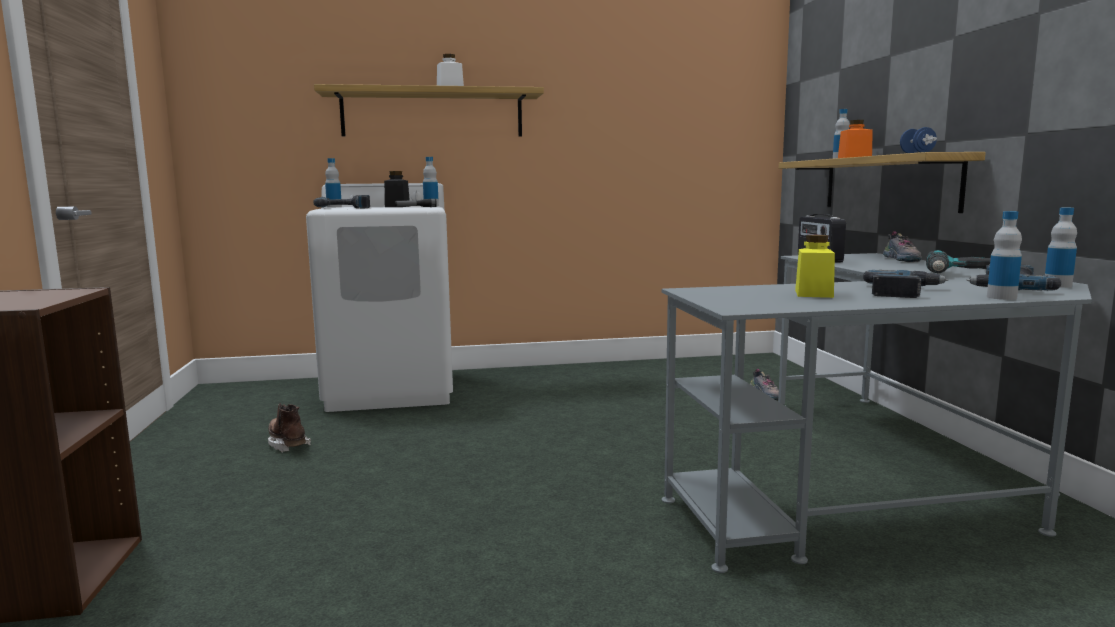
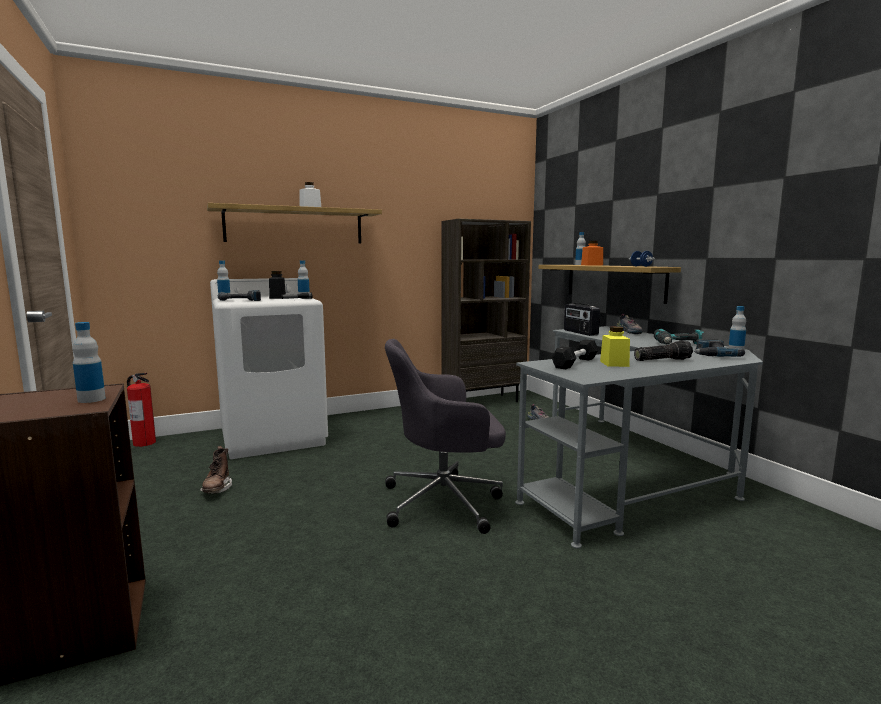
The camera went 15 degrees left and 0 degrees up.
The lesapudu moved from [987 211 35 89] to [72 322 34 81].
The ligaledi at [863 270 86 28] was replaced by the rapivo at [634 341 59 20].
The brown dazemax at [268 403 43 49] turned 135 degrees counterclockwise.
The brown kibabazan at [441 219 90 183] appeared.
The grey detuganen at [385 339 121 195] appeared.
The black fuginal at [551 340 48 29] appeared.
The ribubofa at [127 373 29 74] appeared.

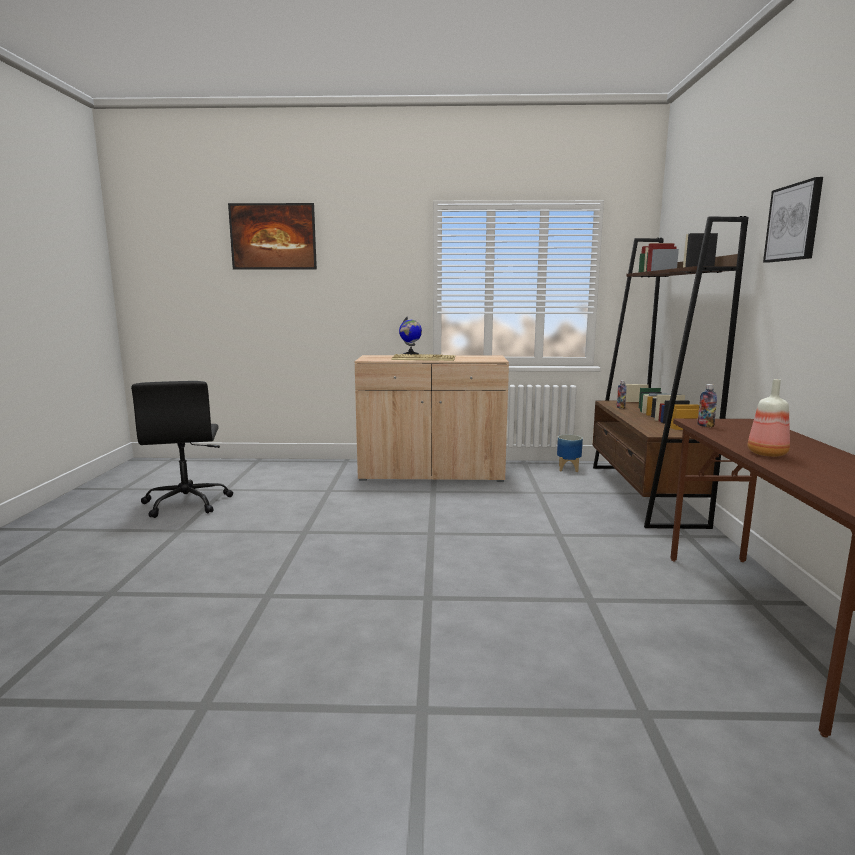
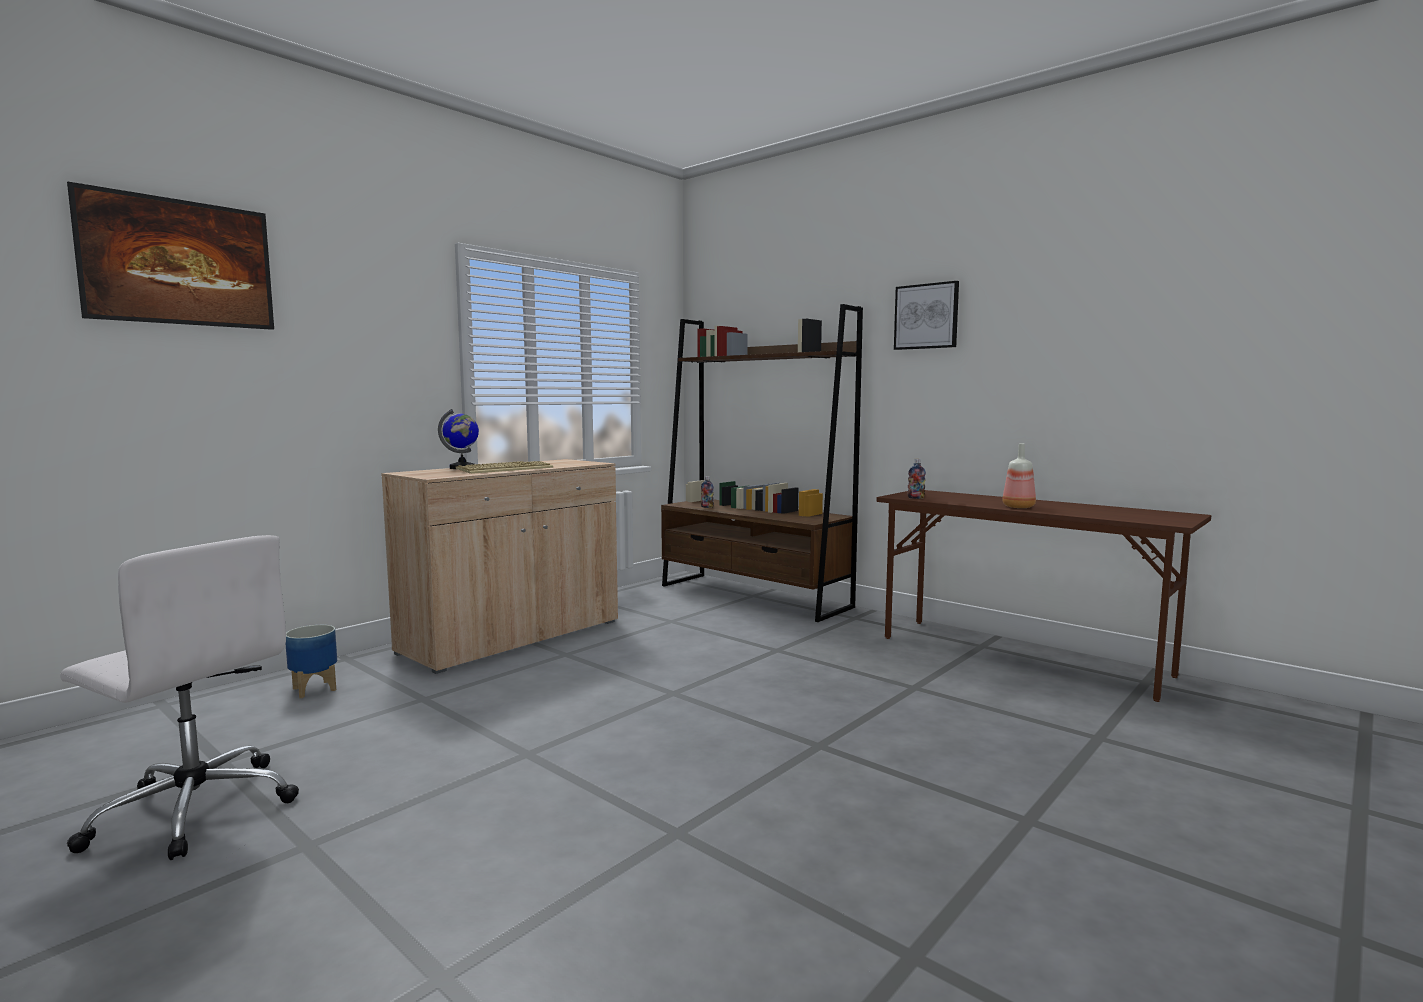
The camera went 50 degrees left and 5 degrees down.
The black detuganen at [131 381 102 137] became the white detuganen at [60 535 239 325].
The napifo moved from [557 435 26 37] to [286 625 51 73].

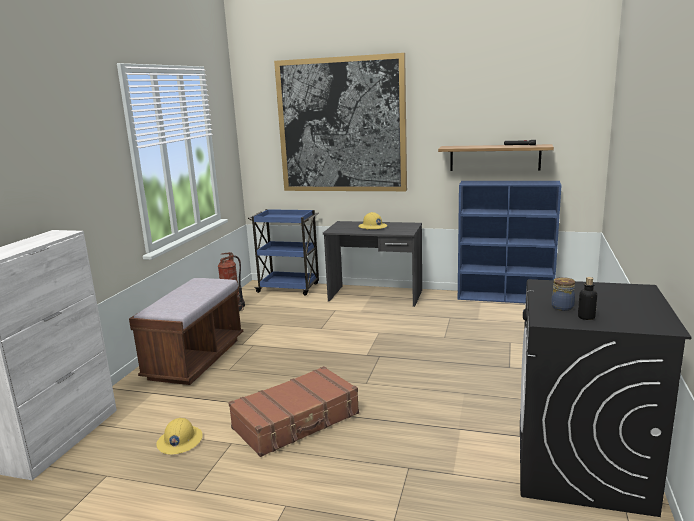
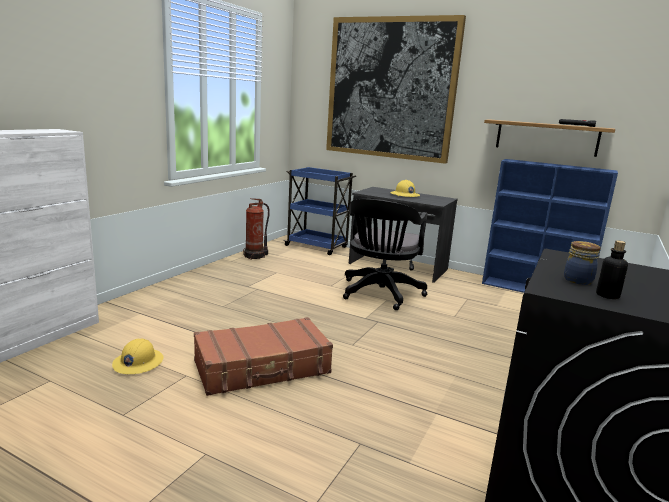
The camera went 10 degrees right and 0 degrees up.
The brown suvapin at [129 278 114 107] disappeared.
The black detuganen at [343 199 84 111] appeared.

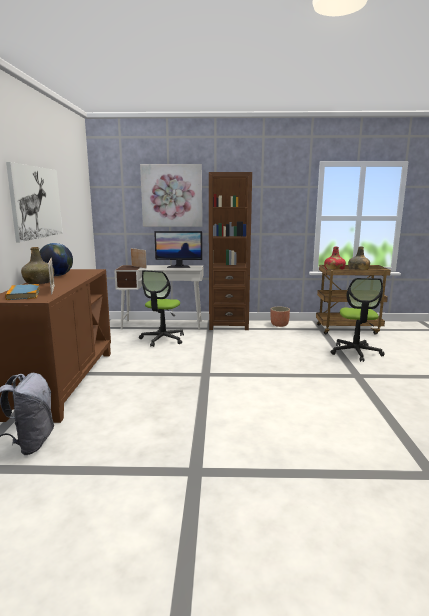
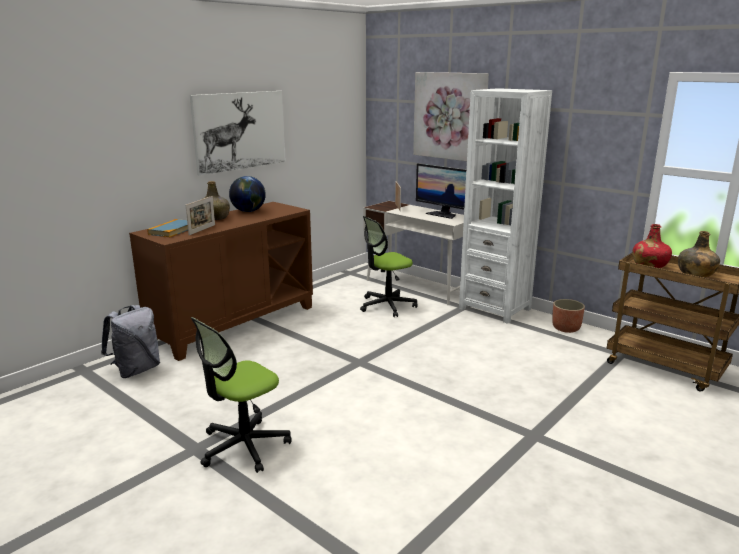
The camera went 40 degrees right and 5 degrees up.
The brown kibabazan at [209 172 43 158] became the white kibabazan at [459 88 93 236].
The detuganen moved from [331 278 54 84] to [191 317 101 156].

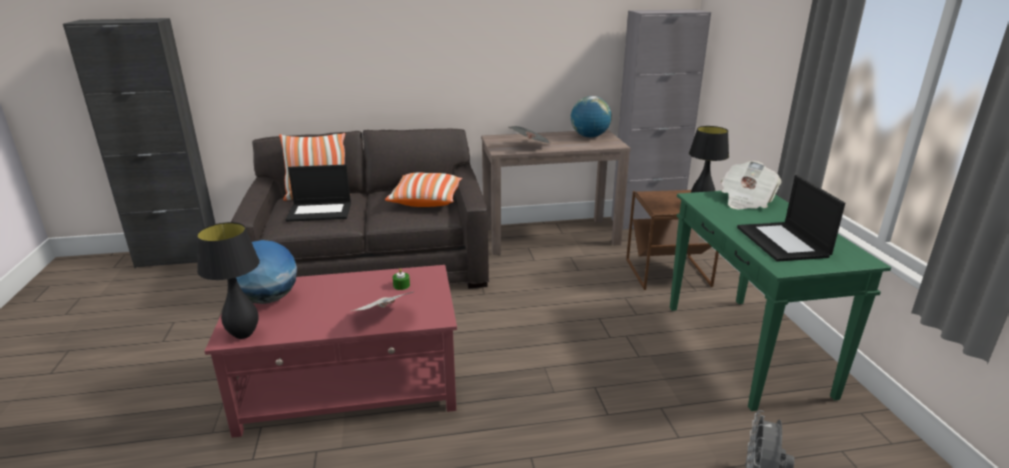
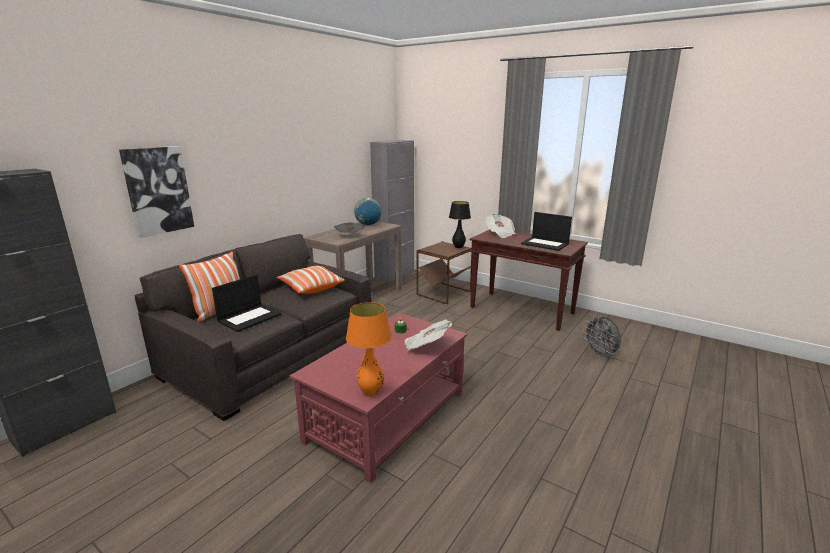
The camera went 45 degrees left and 5 degrees down.
The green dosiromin at [670 191 221 220] became the brown dosiromin at [470 229 118 102].
The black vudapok at [197 222 63 117] became the orange vudapok at [346 302 46 94].
The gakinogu at [236 240 61 64] disappeared.
The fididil at [119 146 75 92] appeared.

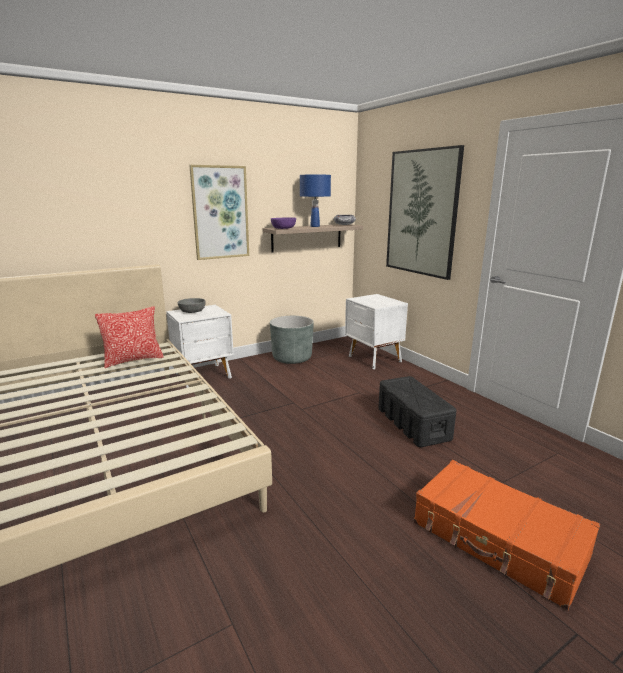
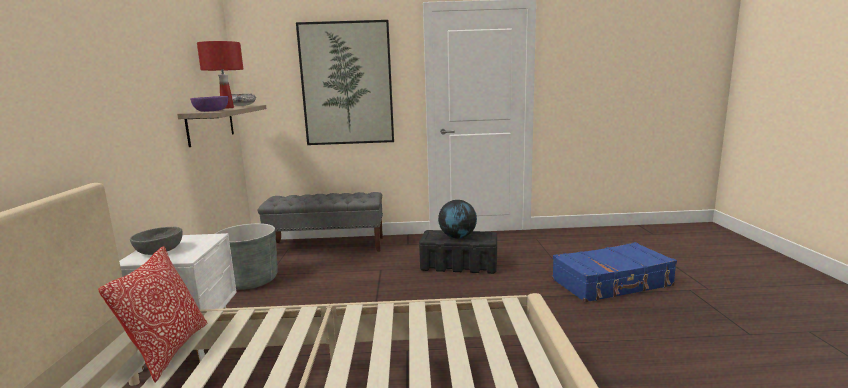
The camera went 60 degrees left and 5 degrees down.
The fididil at [189 165 60 95] disappeared.
The blue vudapok at [300 175 31 52] became the red vudapok at [197 41 46 68].
The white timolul at [345 294 63 75] was replaced by the grey suvapin at [258 192 125 60].
The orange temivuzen at [414 460 186 151] became the blue temivuzen at [552 242 125 60].
The gakinogu at [438 200 39 39] appeared.

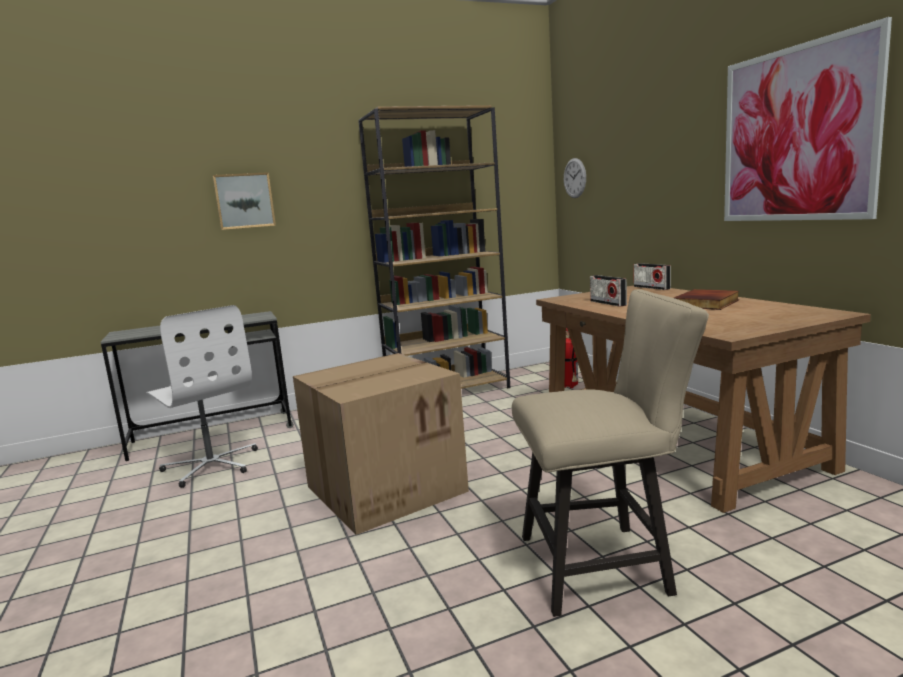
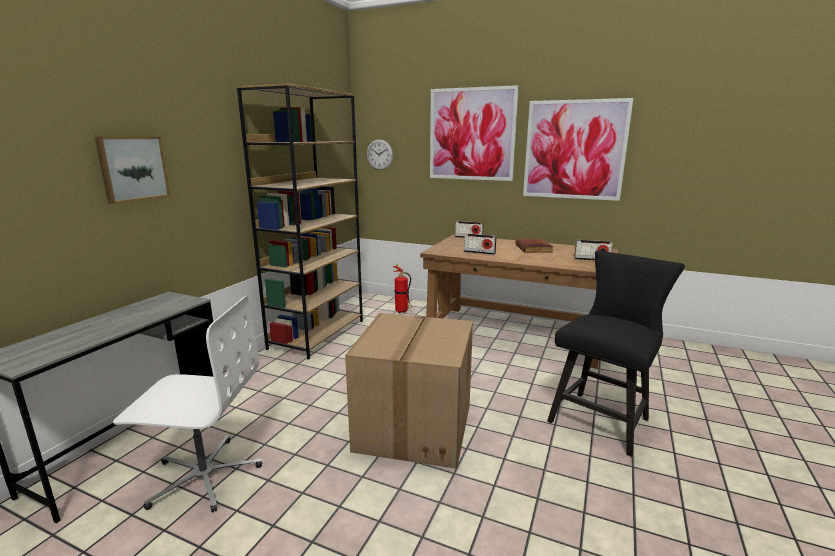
The camera went 45 degrees left and 5 degrees up.
The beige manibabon at [512 289 197 328] became the black manibabon at [547 250 138 207].
The fididil at [430 85 89 96] appeared.
The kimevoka at [574 240 39 21] appeared.

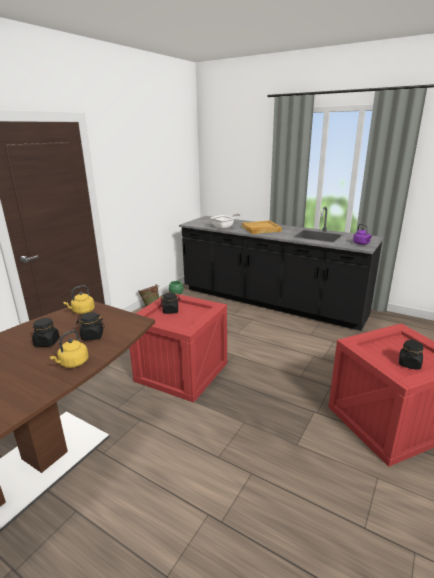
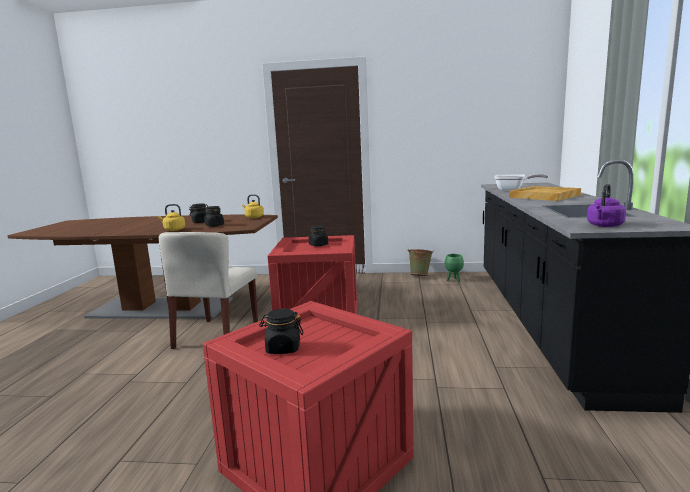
The camera went 65 degrees right and 10 degrees down.
The beige manibabon at [159 232 99 117] appeared.

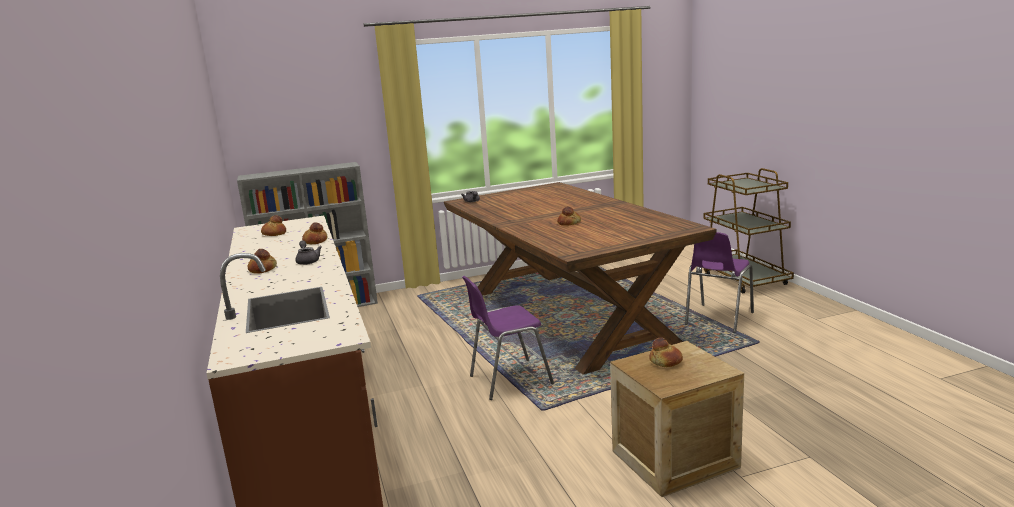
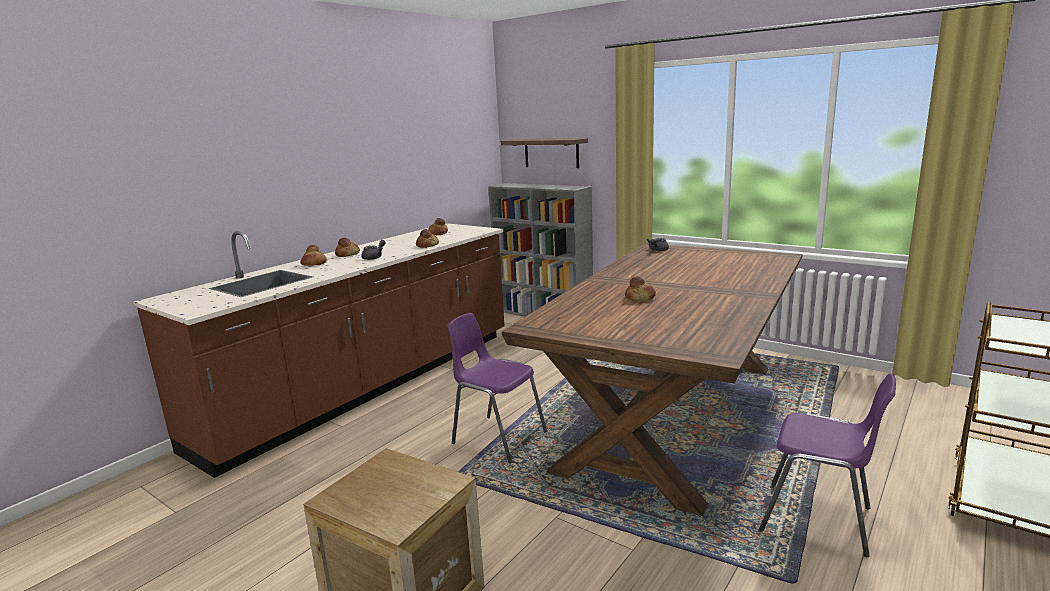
The camera went 55 degrees right and 0 degrees up.
The purple manibabon at [685 232 69 101] turned 150 degrees counterclockwise.
The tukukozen moved from [649 337 34 30] to [300 245 27 21].
The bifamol at [501 138 87 30] appeared.

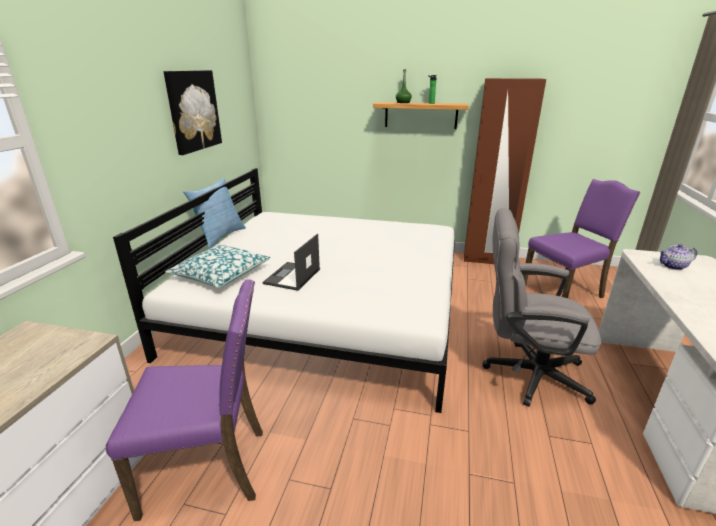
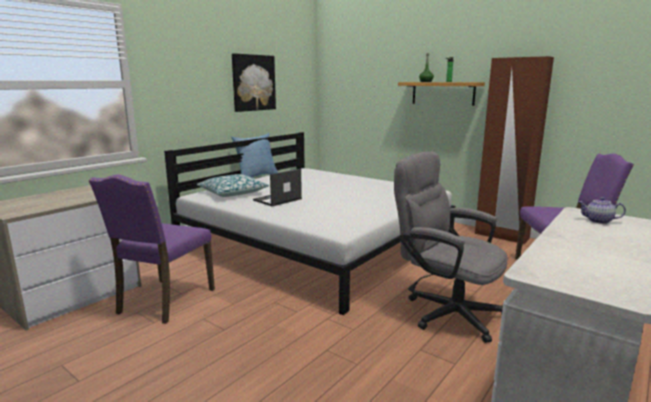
The camera went 25 degrees right and 10 degrees down.
The purple manibabon at [106 279 157 242] turned 90 degrees clockwise.

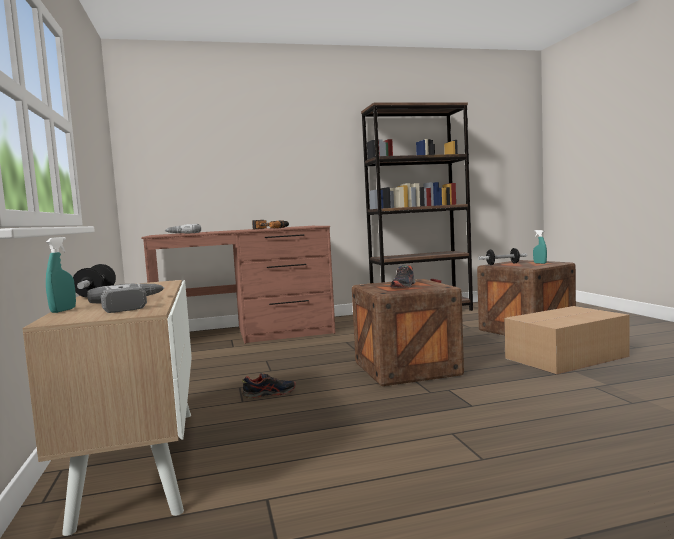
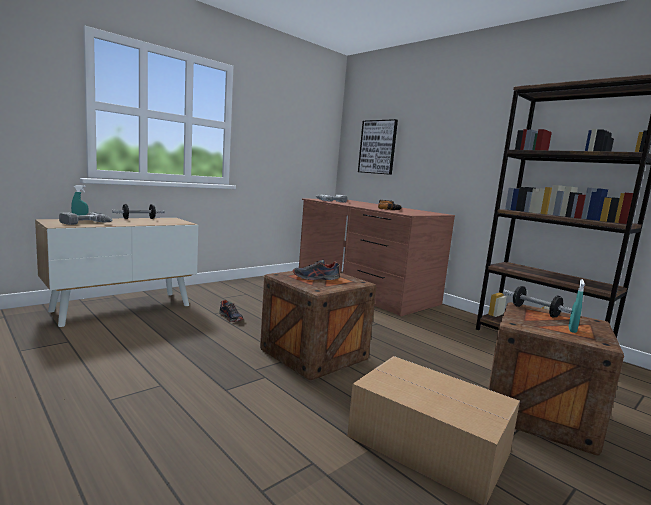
The camera went 60 degrees right and 5 degrees up.
The fididil at [358 119 40 56] appeared.

